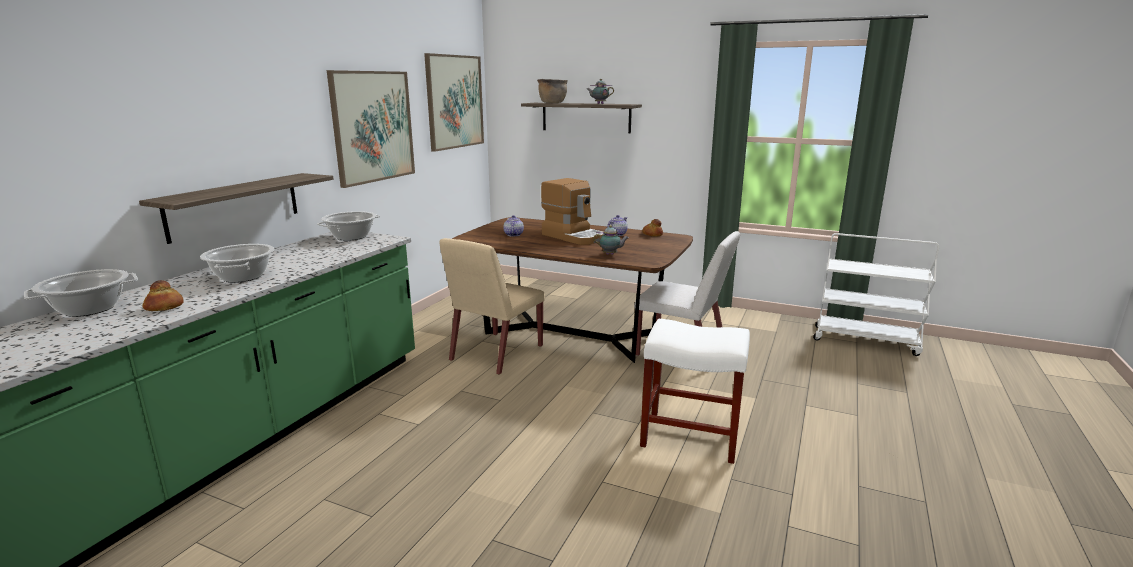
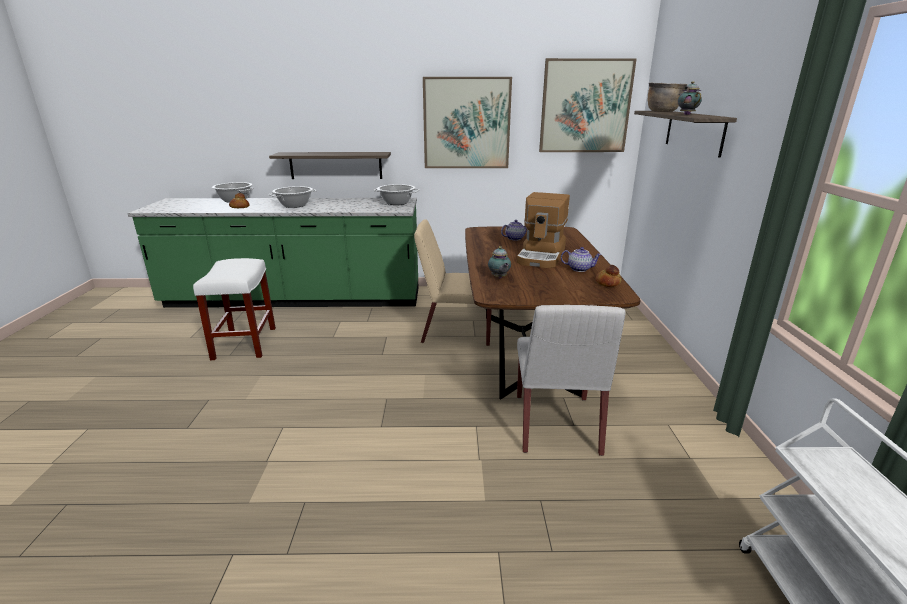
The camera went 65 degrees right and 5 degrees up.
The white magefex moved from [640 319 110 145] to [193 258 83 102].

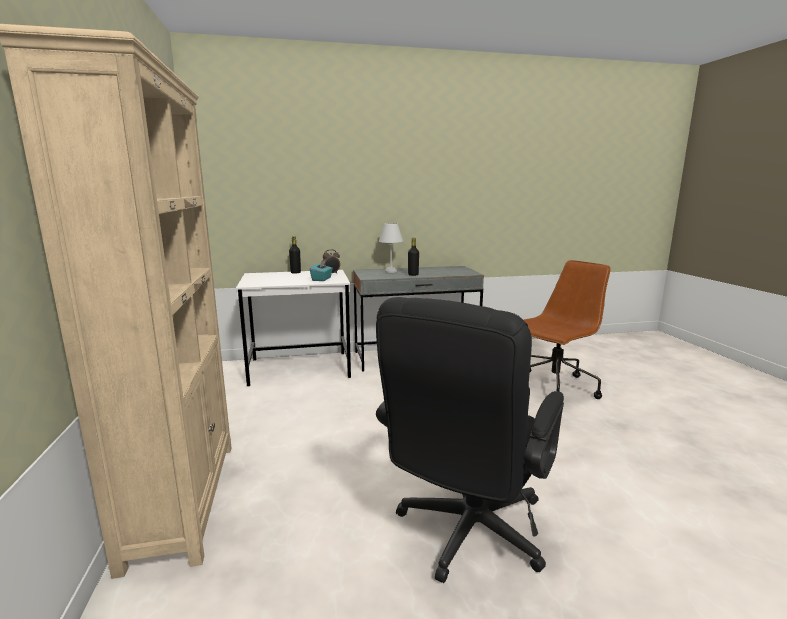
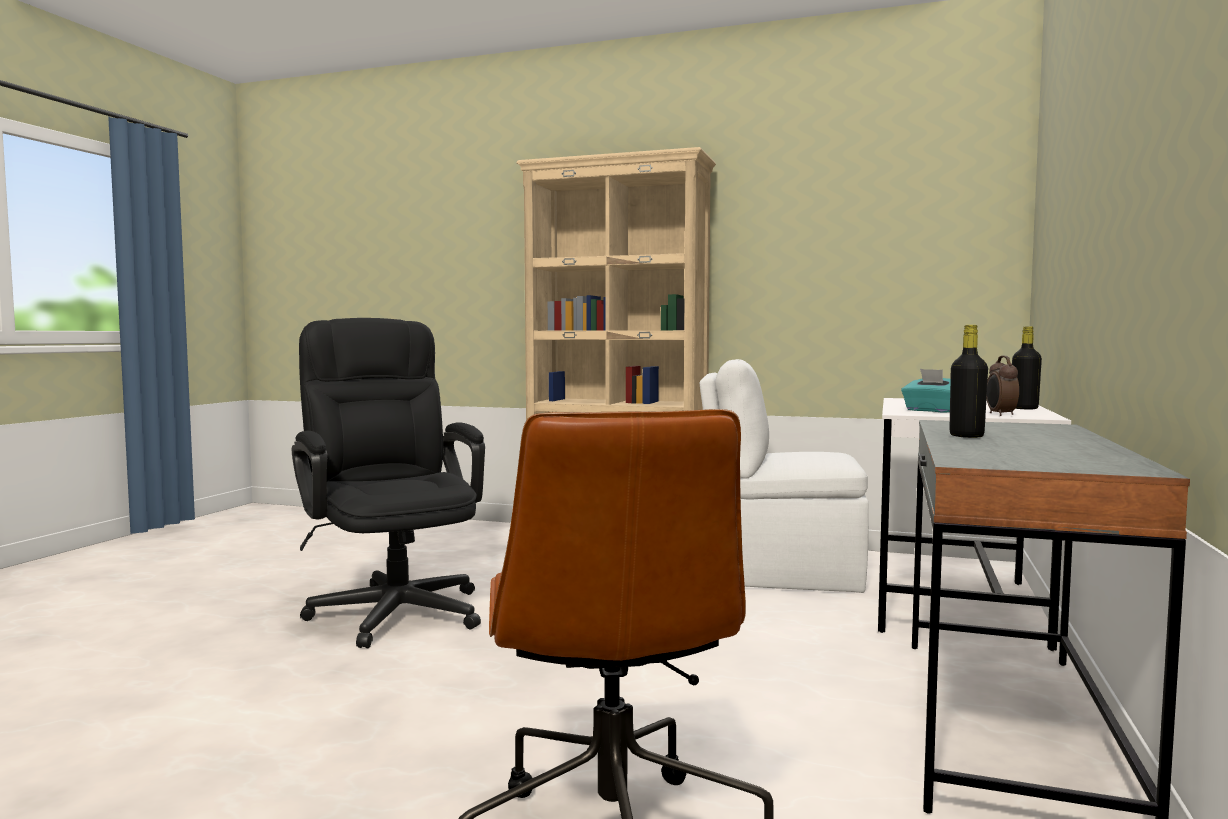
The camera went 120 degrees right and 10 degrees down.
The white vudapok at [379 223 24 50] disappeared.
The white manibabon at [700 359 169 234] appeared.

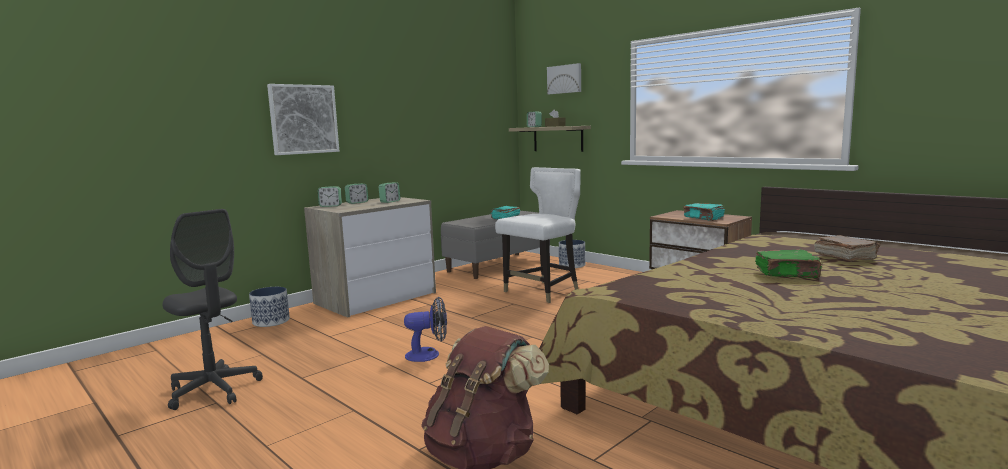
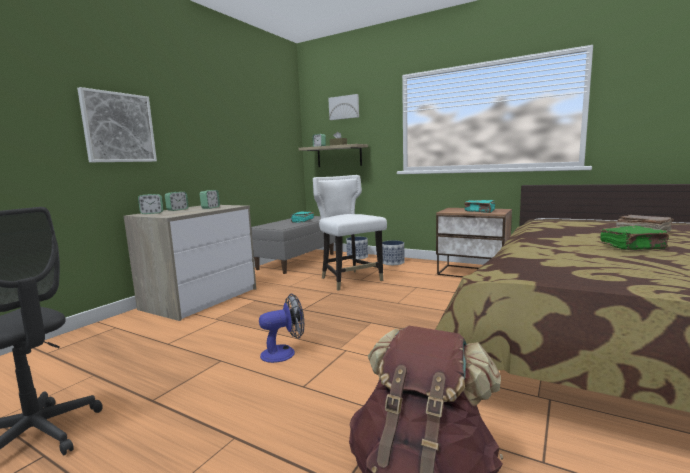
The camera went 15 degrees left and 0 degrees up.
The white manibabon at [495 167 86 136] turned 60 degrees counterclockwise.
The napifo moved from [249 287 41 40] to [382 241 22 24].

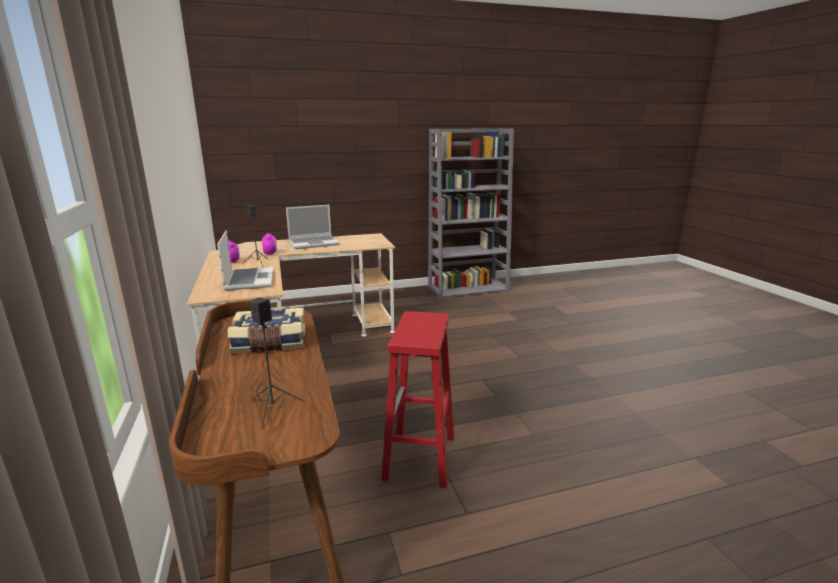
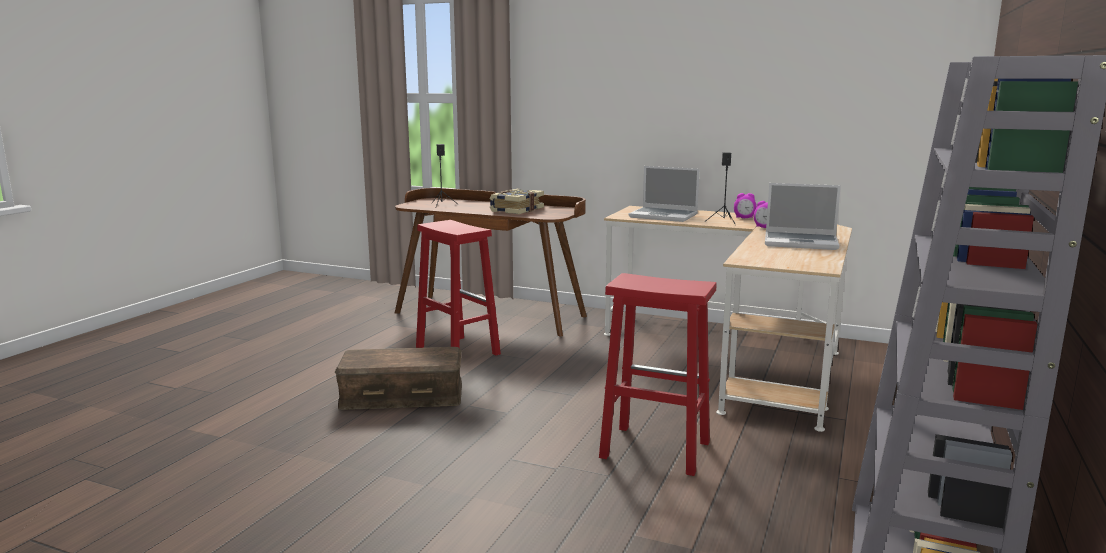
The camera went 130 degrees right and 5 degrees down.
The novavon at [286 205 53 44] turned 90 degrees counterclockwise.
The red magefex at [599 273 117 203] appeared.
The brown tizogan at [335 347 127 63] appeared.

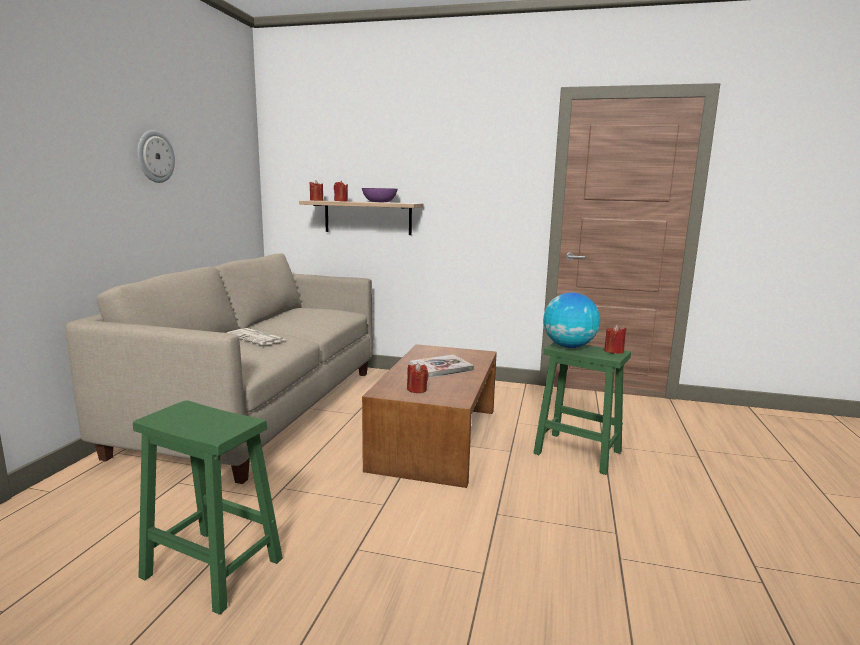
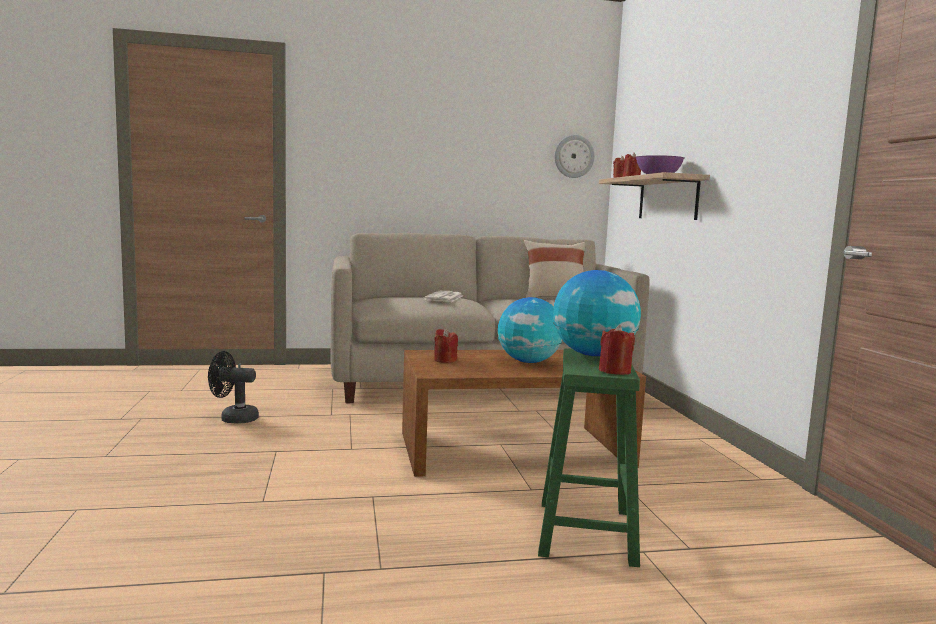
The camera went 65 degrees right and 5 degrees down.
The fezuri moved from [137 130 38 53] to [555 135 39 43].
The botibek at [410 355 64 23] was replaced by the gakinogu at [498 297 65 66].
The green magefex at [133 400 150 215] was replaced by the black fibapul at [208 351 51 73].
The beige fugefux at [524 240 62 58] appeared.

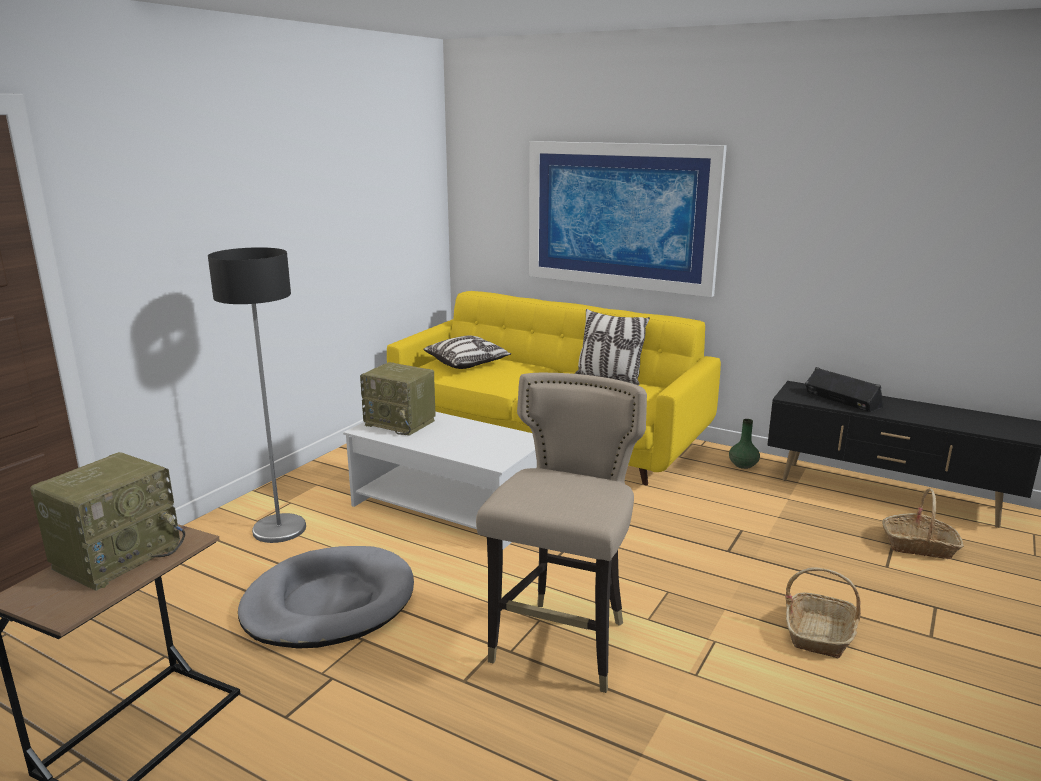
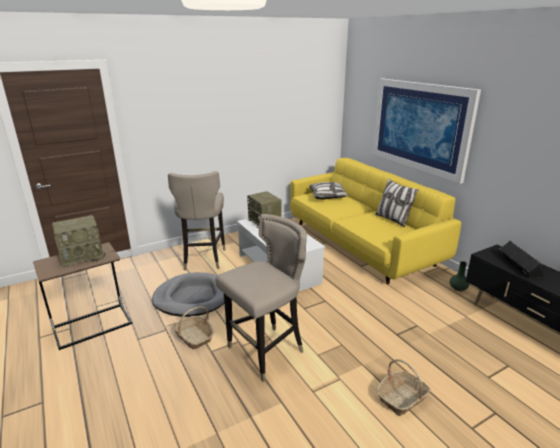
The camera went 30 degrees right and 5 degrees up.
The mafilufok at [208 247 98 296] was replaced by the beige magefex at [168 171 57 99].
The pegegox moved from [882 488 82 71] to [172 306 42 44].

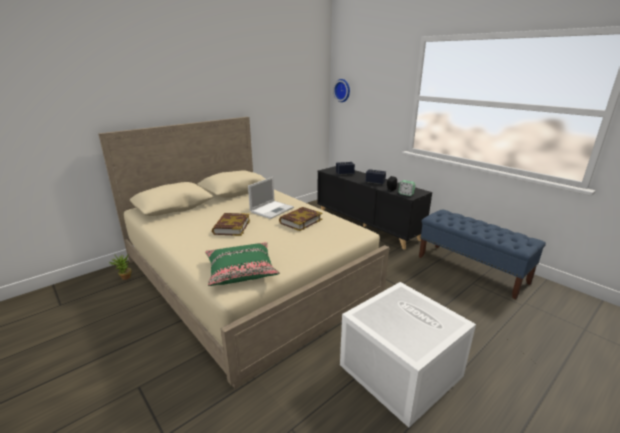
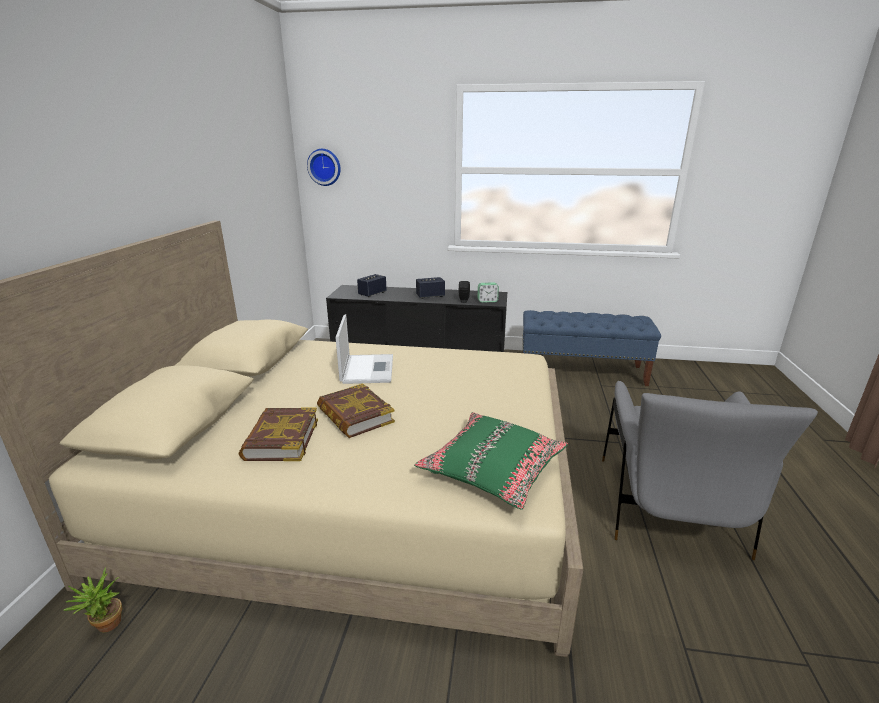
The camera went 40 degrees left and 0 degrees up.
The botibek moved from [279 207 43 24] to [239 408 79 53].
The white tizogan at [340 282 136 146] was replaced by the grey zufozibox at [602 381 216 179].

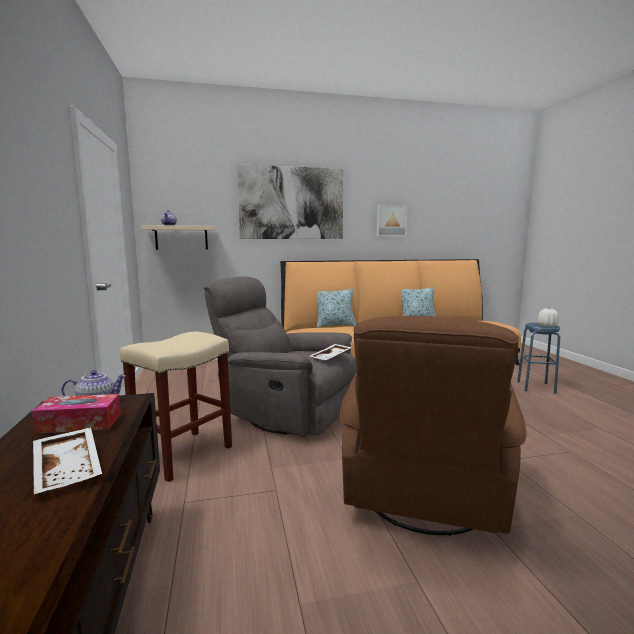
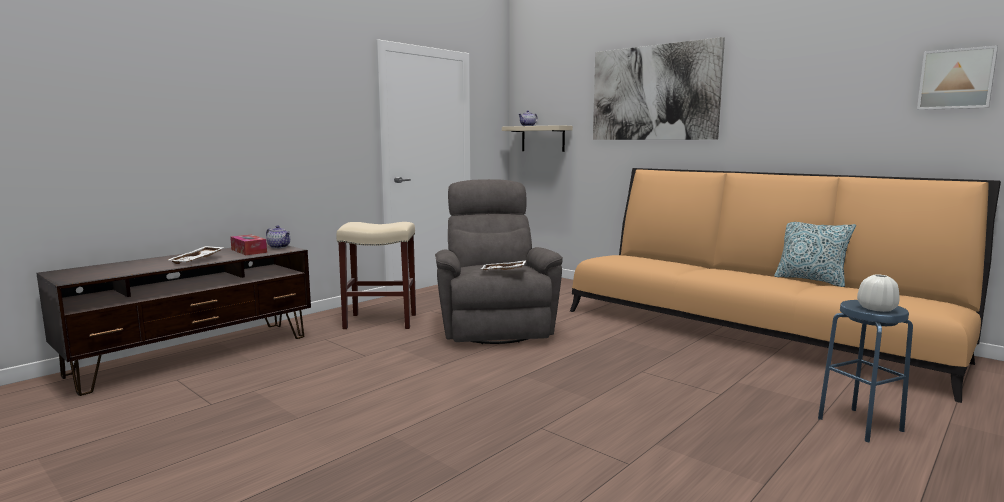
The camera went 55 degrees right and 0 degrees up.
The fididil moved from [377 205 30 31] to [917 45 81 65].
The fugefux at [317 289 39 39] disappeared.
The brown zufozibox at [340 316 187 220] disappeared.

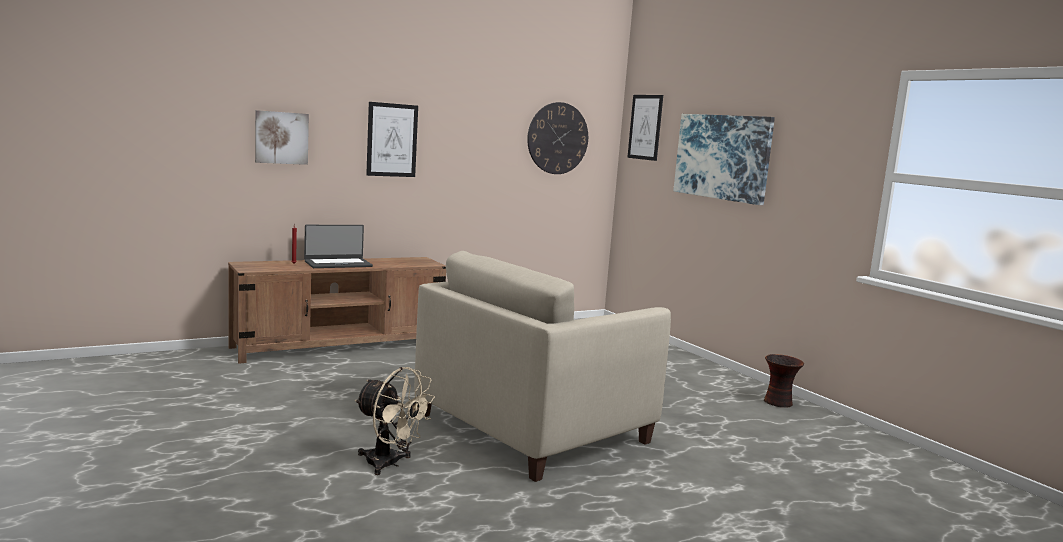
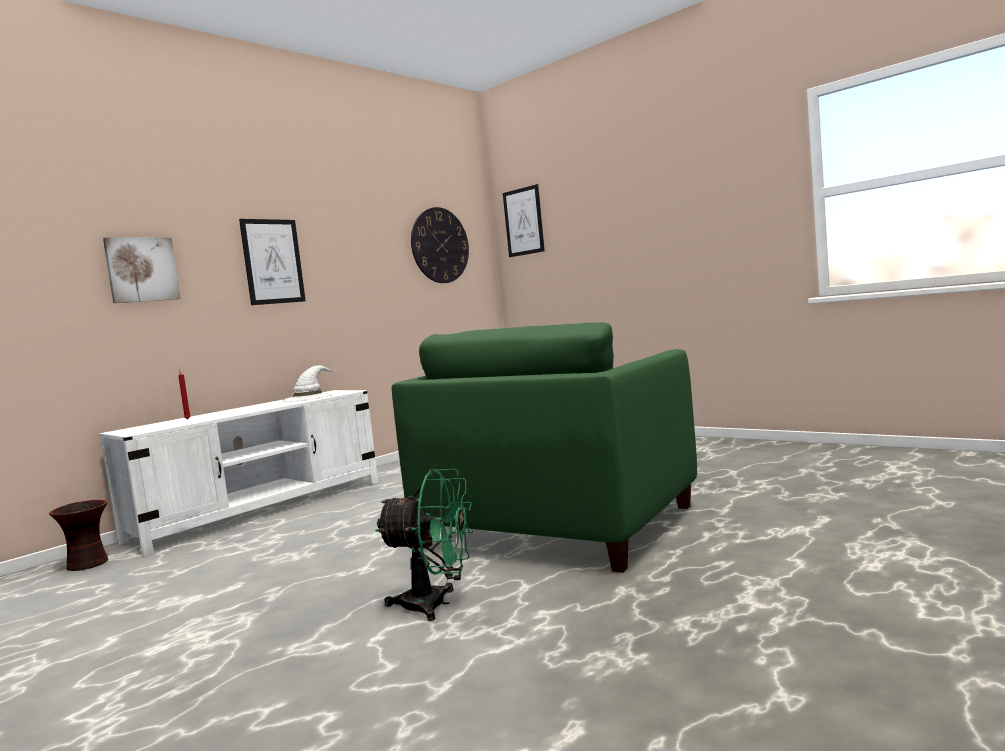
The camera went 15 degrees left and 5 degrees down.
The fididil at [673 114 102 91] disappeared.
The novavon at [304 225 69 43] disappeared.
The beige zufozibox at [414 251 257 231] became the green zufozibox at [392 322 305 251].
The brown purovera at [228 257 218 107] became the white purovera at [100 390 278 166].
The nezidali moved from [764 354 40 54] to [49 500 59 71].
The beige fibapul at [355 367 80 108] became the green fibapul at [375 469 98 152].
The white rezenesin at [283 365 52 37] appeared.

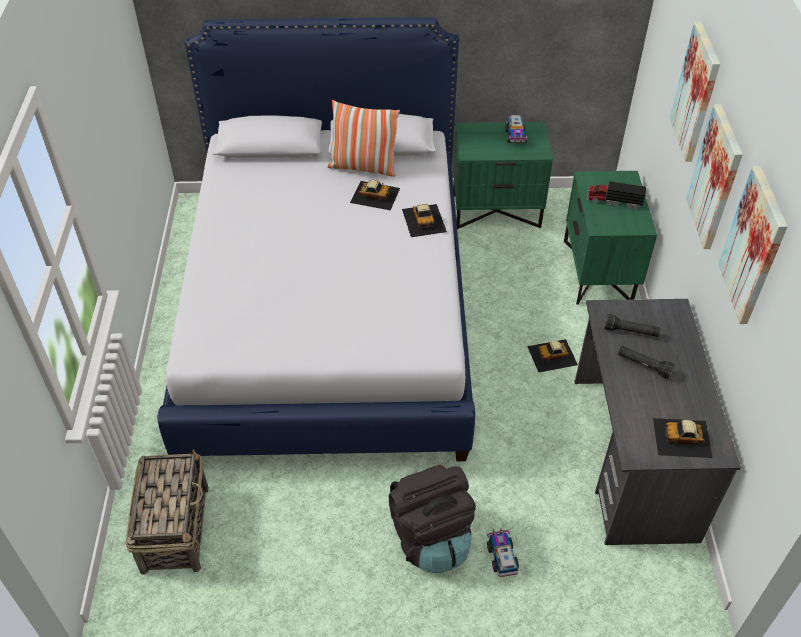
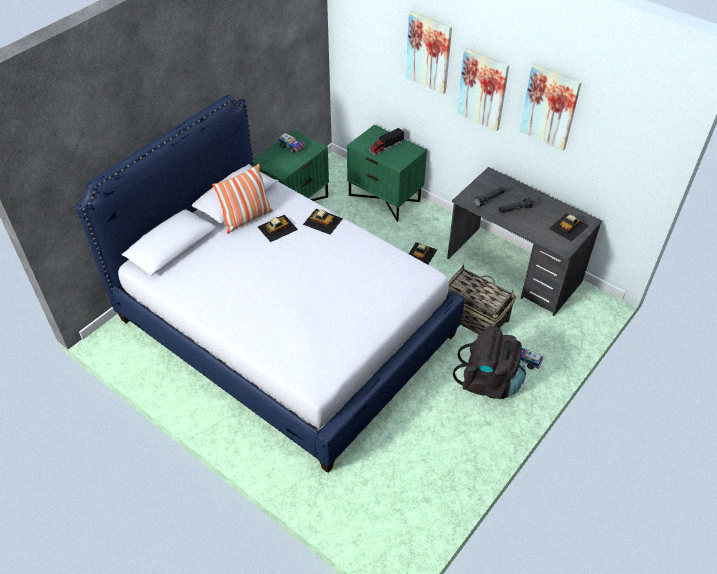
The camera went 50 degrees left and 0 degrees up.
The pegegox moved from [126 450 83 125] to [448 264 68 71].

